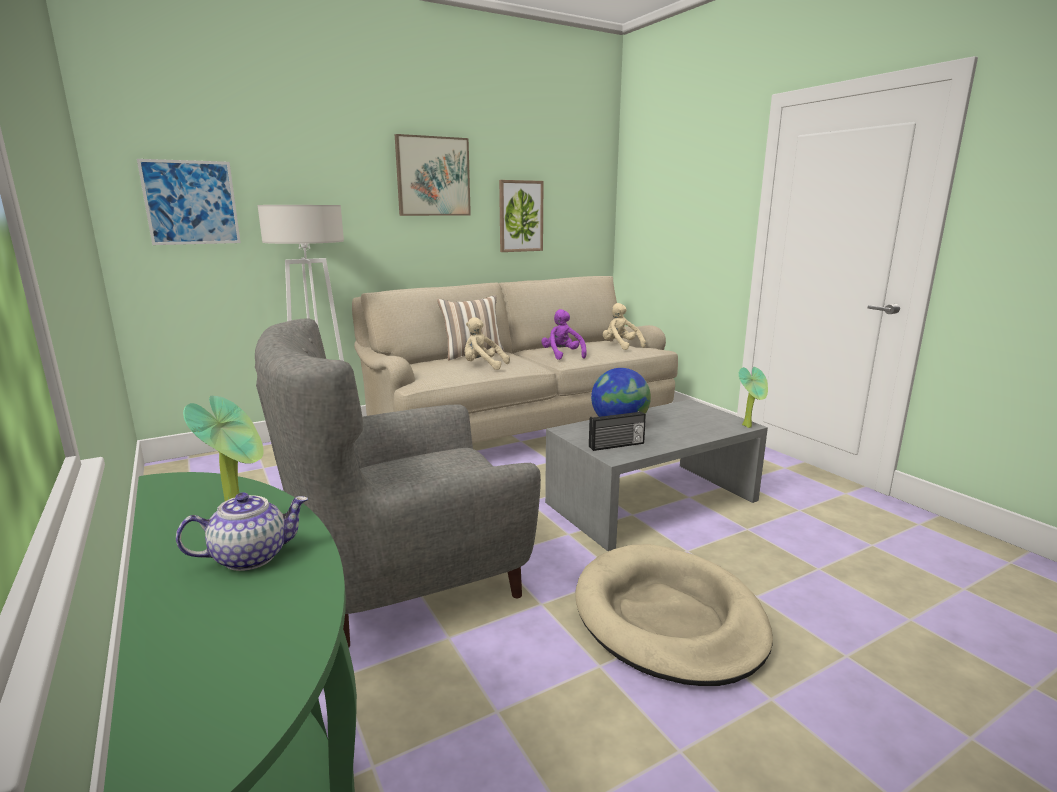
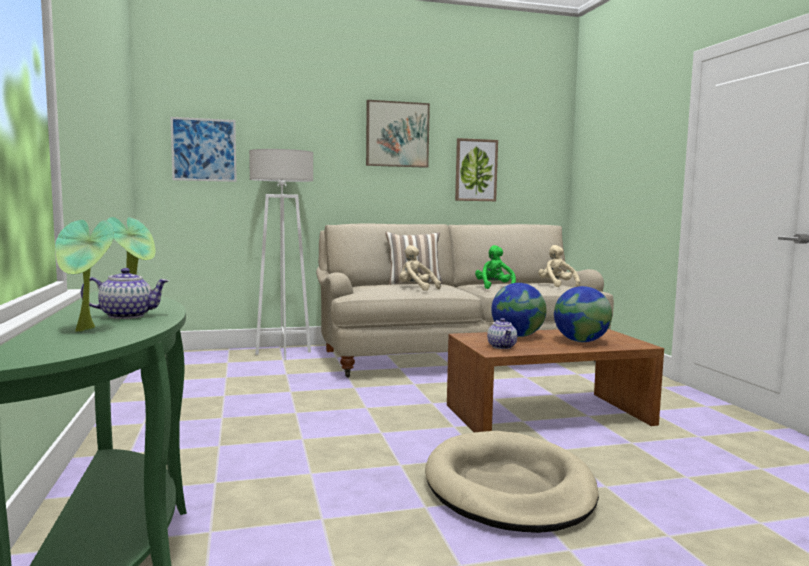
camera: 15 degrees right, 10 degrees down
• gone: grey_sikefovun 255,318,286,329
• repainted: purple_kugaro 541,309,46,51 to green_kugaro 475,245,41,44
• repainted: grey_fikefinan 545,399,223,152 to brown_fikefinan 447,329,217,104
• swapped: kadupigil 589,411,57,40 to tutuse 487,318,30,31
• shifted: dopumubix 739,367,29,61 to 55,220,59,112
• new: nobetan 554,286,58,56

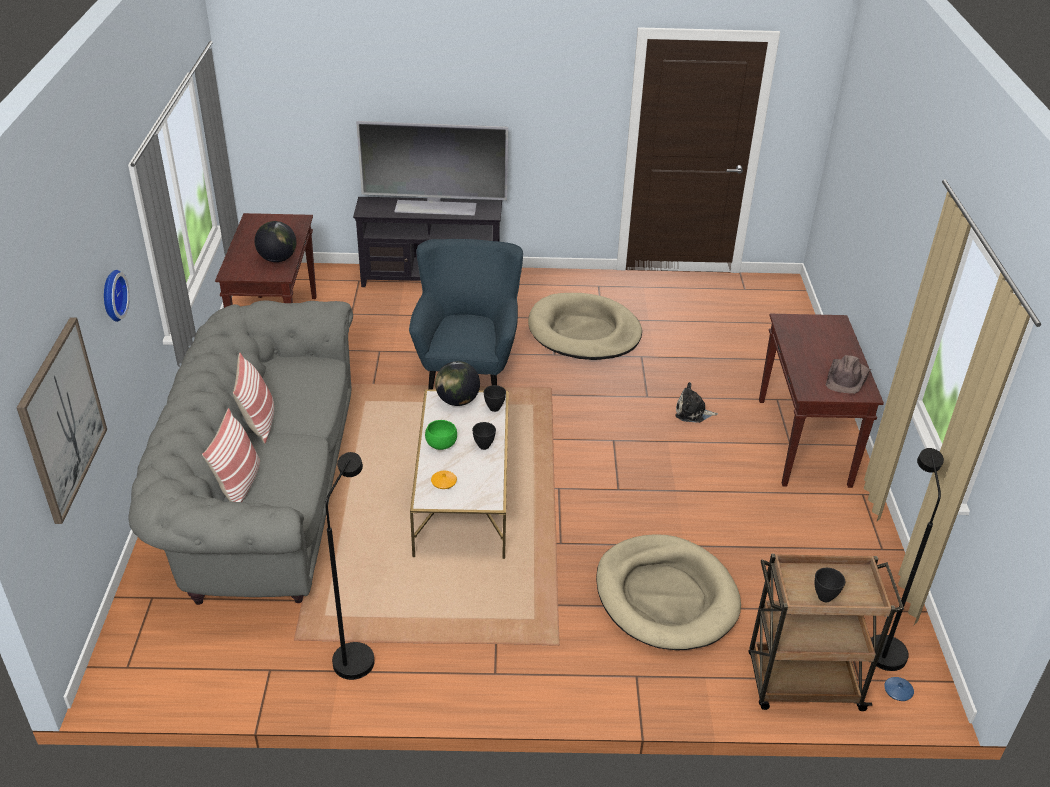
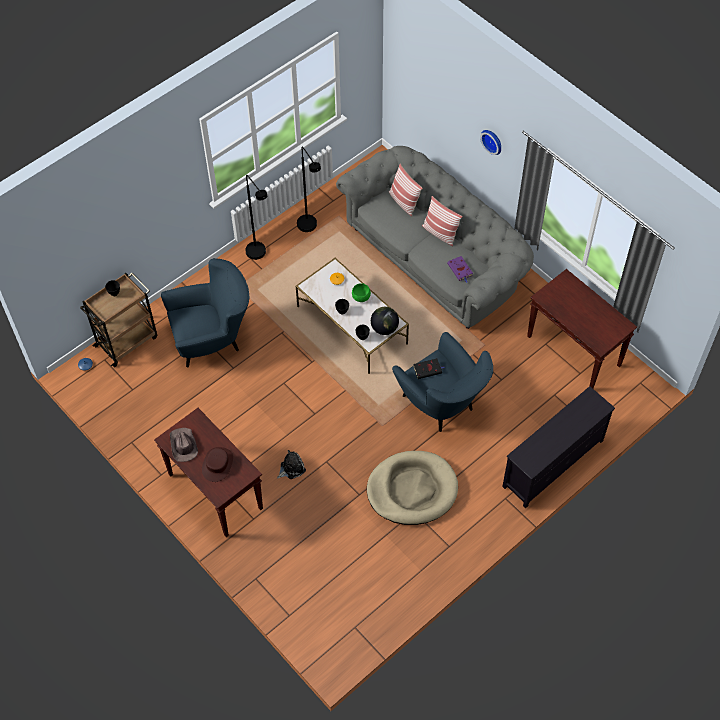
camera: 140 degrees right, 20 degrees up
• gone: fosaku 16,317,91,207
• gone: nobetan 255,221,41,41
• gone: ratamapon 356,121,152,95
• swapped: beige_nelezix 596,534,145,116 to blue_sikefovun 161,258,89,109
• shifted: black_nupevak 871,448,73,223 to 245,175,22,85
• new: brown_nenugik 202,447,31,35
• new: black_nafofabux 413,358,32,21
• new: purple_nafofabux 447,256,26,27

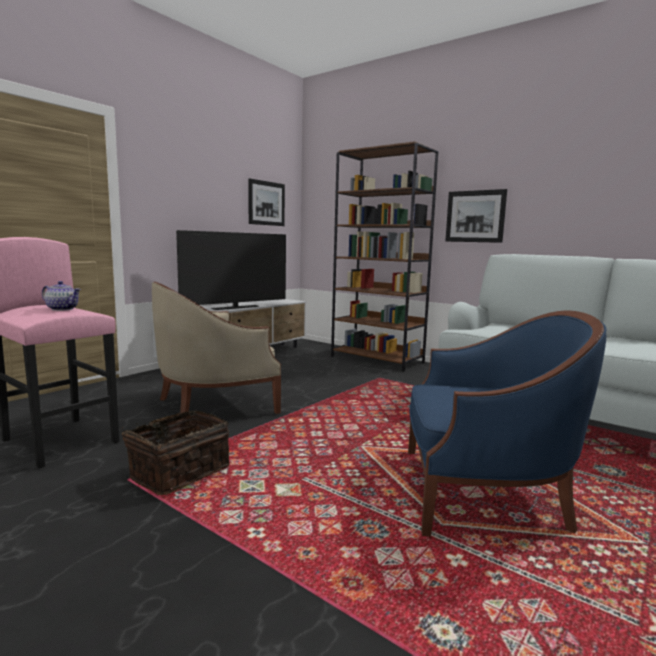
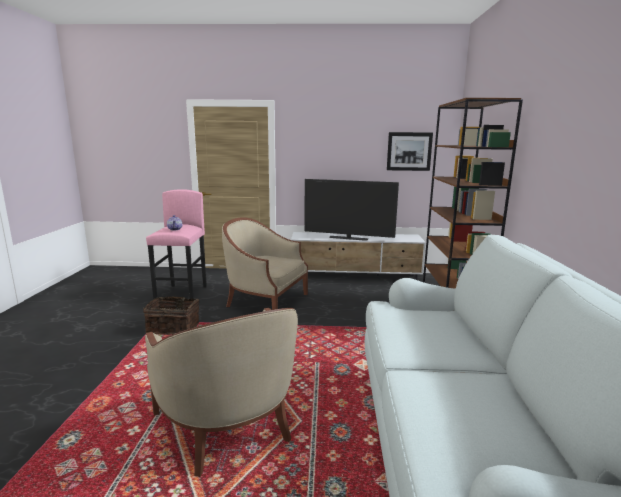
camera: 55 degrees right, 5 degrees up
• repainted: blue_sikefovun 408,311,199,226 to beige_sikefovun 145,307,153,170
• gone: fosaku 445,189,62,54

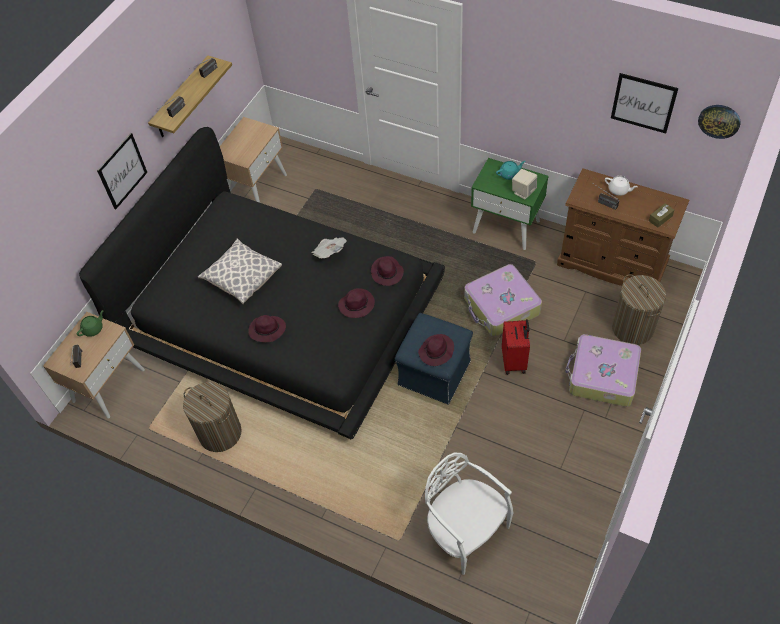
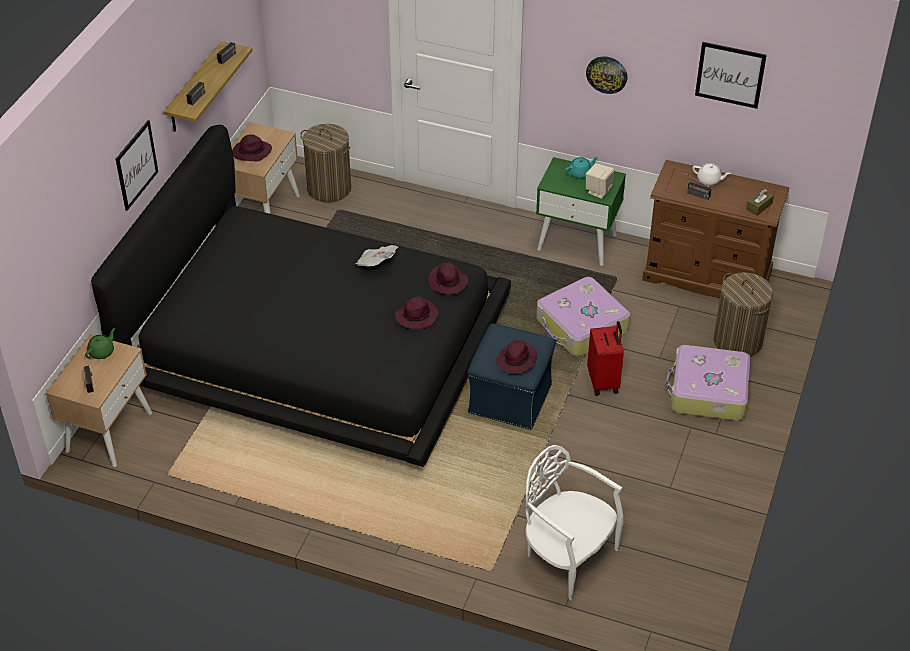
camera: 10 degrees left, 10 degrees down
• shifted: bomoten 183,382,59,70 to 300,124,51,79
• gone: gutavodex 198,239,84,65
• shifted: purple_nenugik 248,315,38,27 to 232,134,40,28
• shifted: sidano 698,105,43,34 to 586,56,41,38

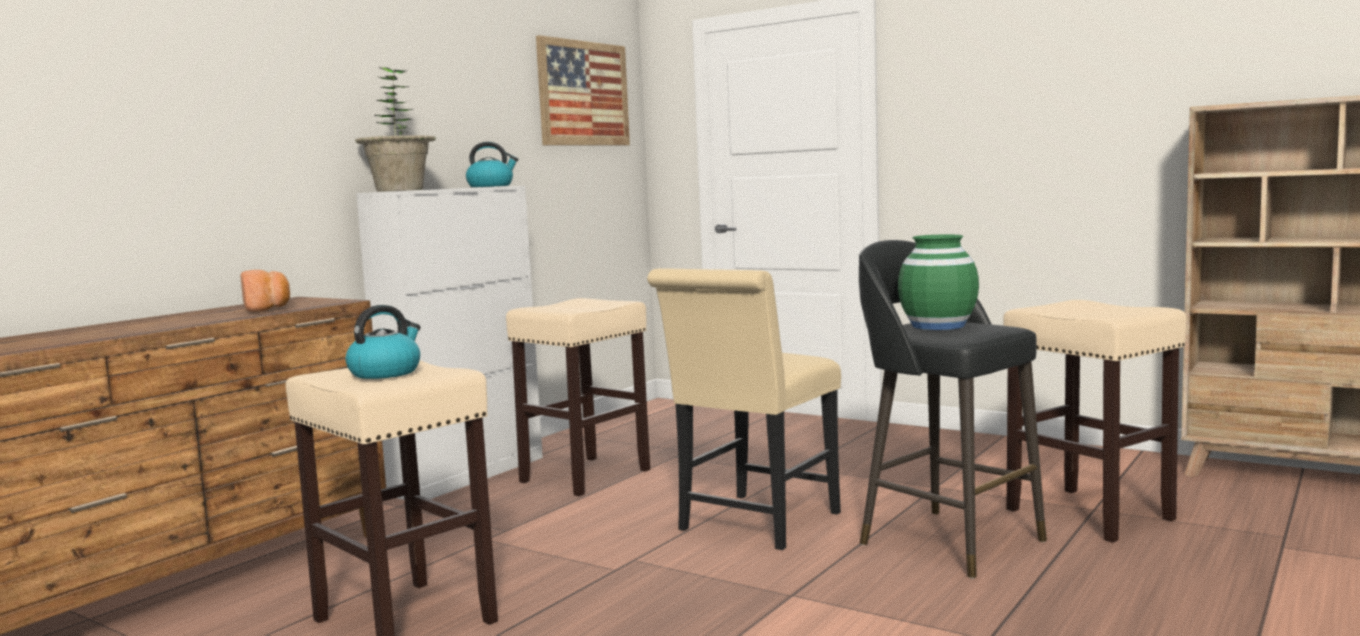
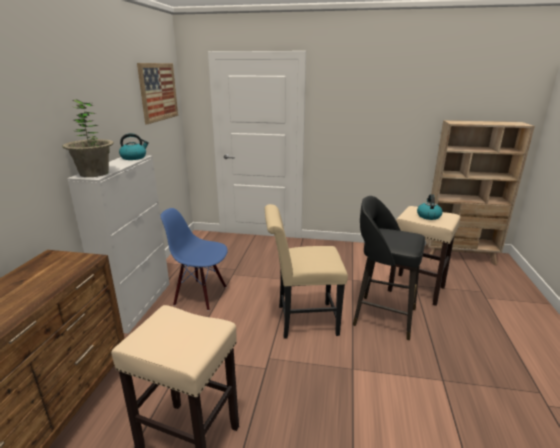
camera: 25 degrees left, 15 degrees up
• gone: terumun 241,270,49,42
• shifted: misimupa 346,305,75,74 to 417,194,26,26
• swapped: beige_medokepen 506,298,144,198 to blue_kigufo 160,208,68,103
• rotated: beige_kigufo 647,268,194,282 = 264,204,84,135 75 degrees clockwise
• gone: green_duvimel 898,234,81,96

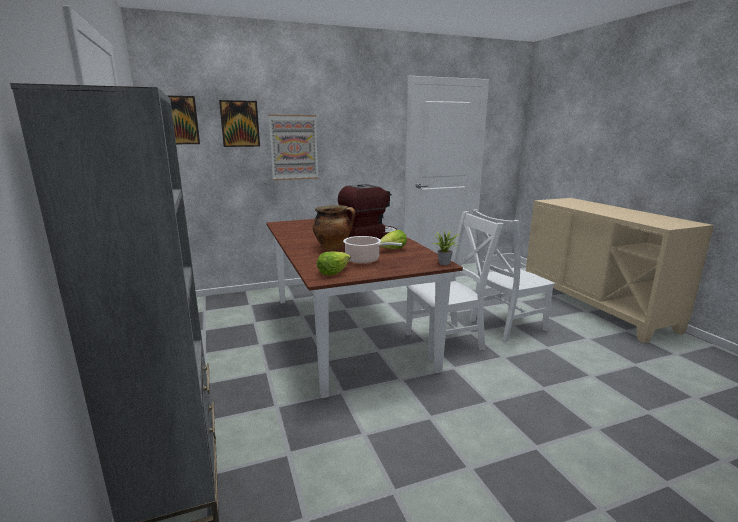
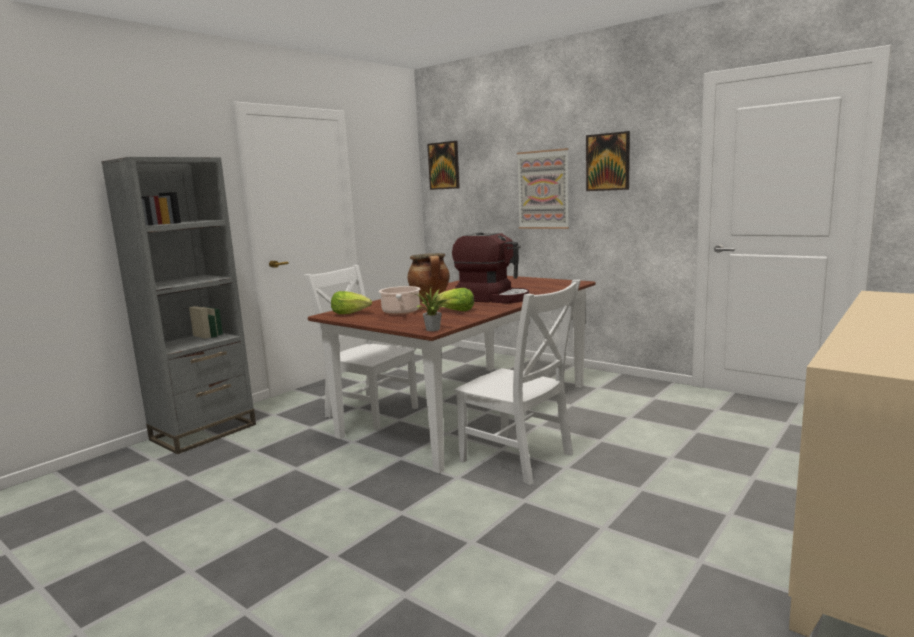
camera: 60 degrees right, 5 degrees down
• shifted: fosaku 219,100,41,47 to 586,131,44,60
• shifted: white_kigufo 470,210,85,132 to 304,265,114,165

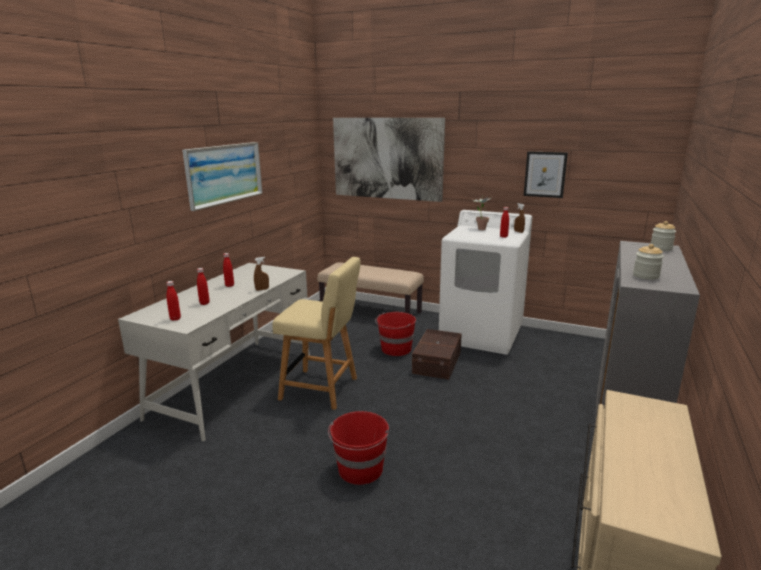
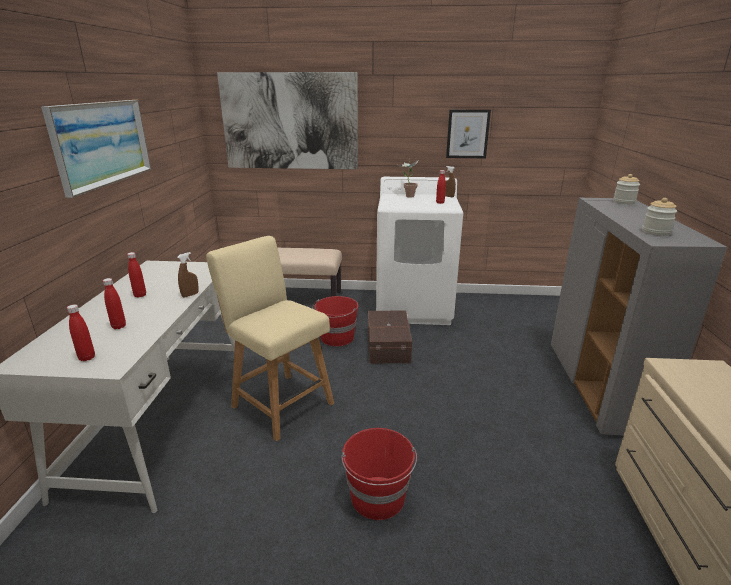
camera: 20 degrees left, 5 degrees up
• rotated: beige_kigufo 272,257,89,153 = 206,236,128,205 135 degrees counterclockwise

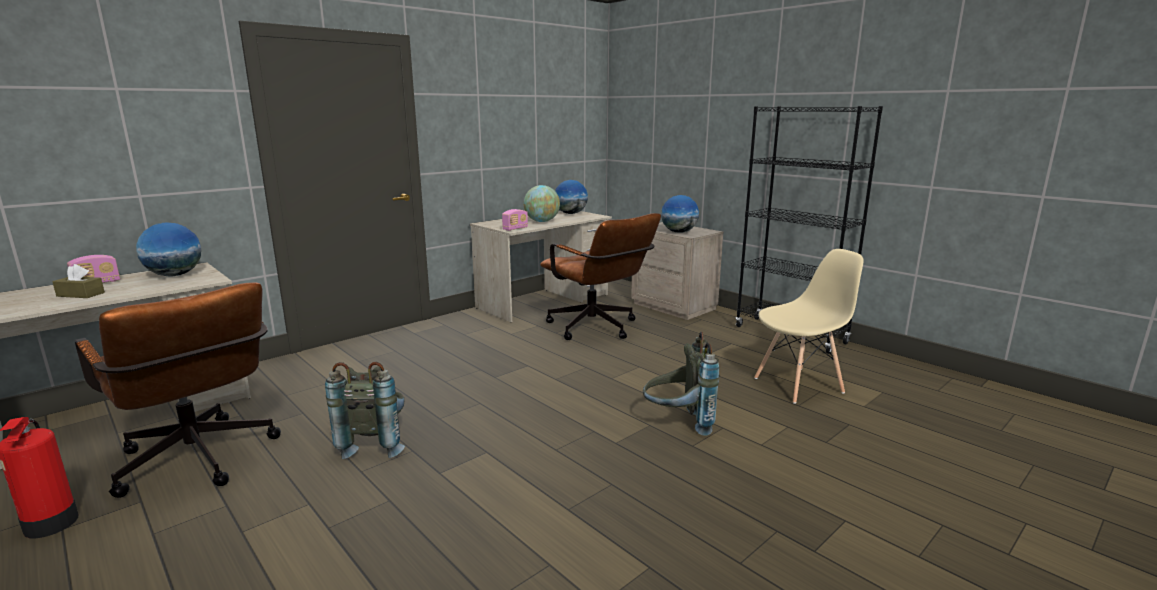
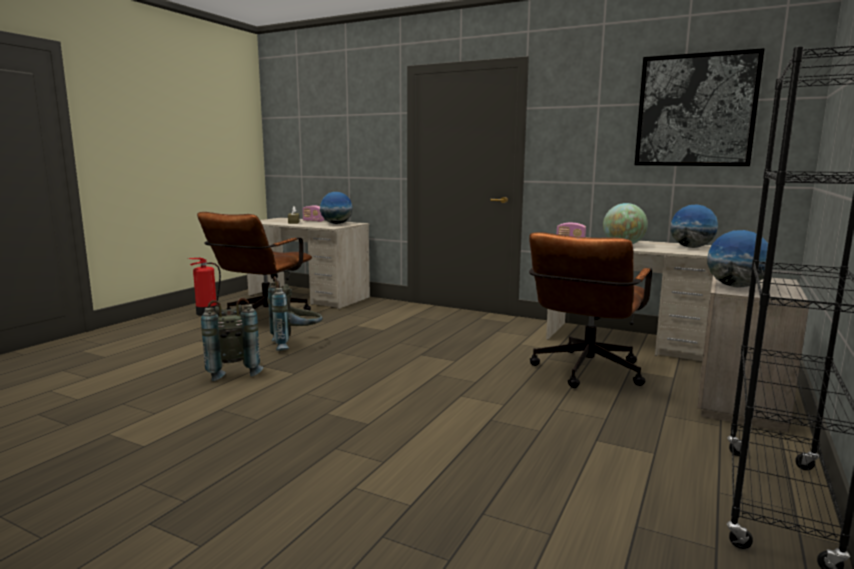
camera: 70 degrees right, 5 degrees down
• shifted: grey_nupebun 643,332,77,104 to 201,298,62,83
• gone: beige_kigufo 754,249,110,155
• new: fosaku 635,48,130,118

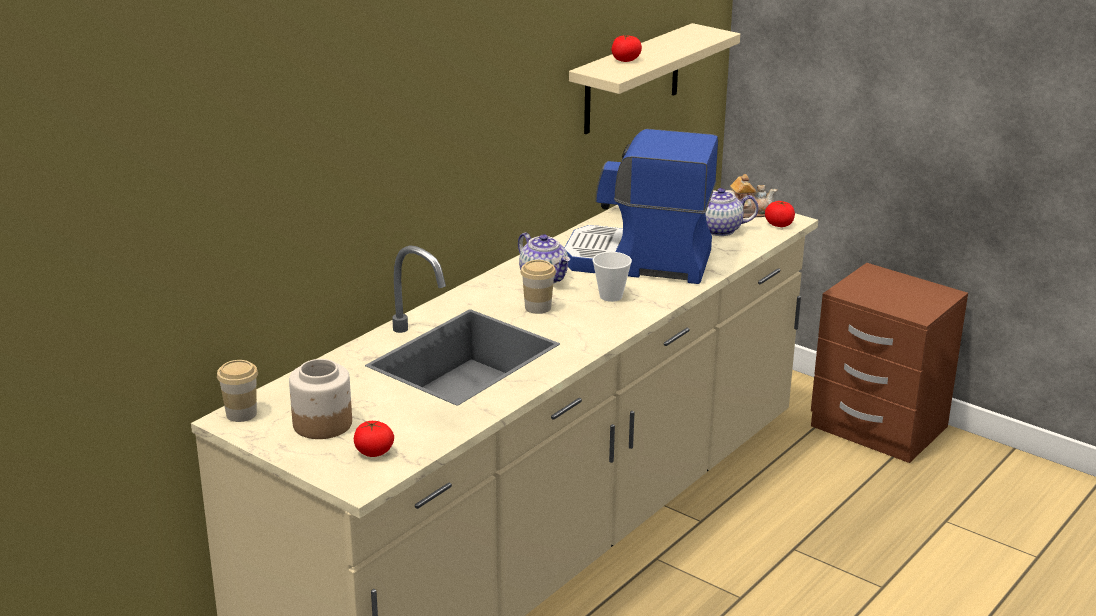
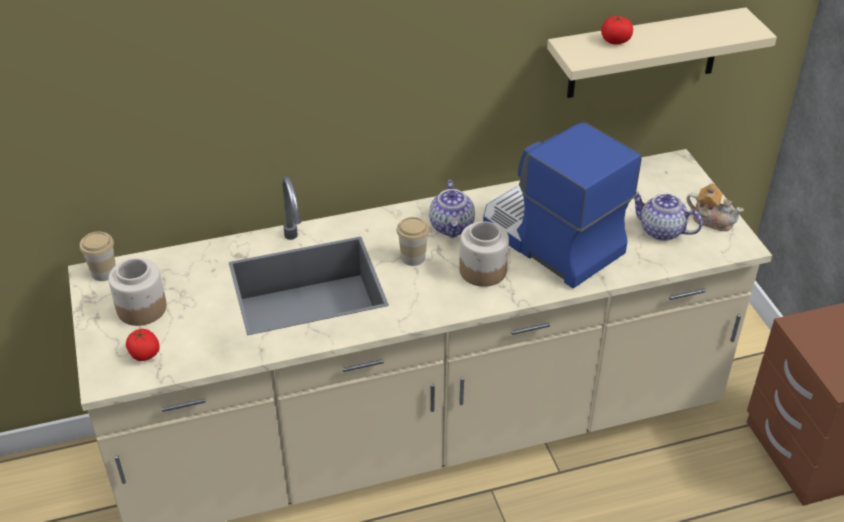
camera: 35 degrees right, 15 degrees up
• swapped: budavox 593,252,39,50 to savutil 459,221,50,66
• gone: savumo 765,201,30,26

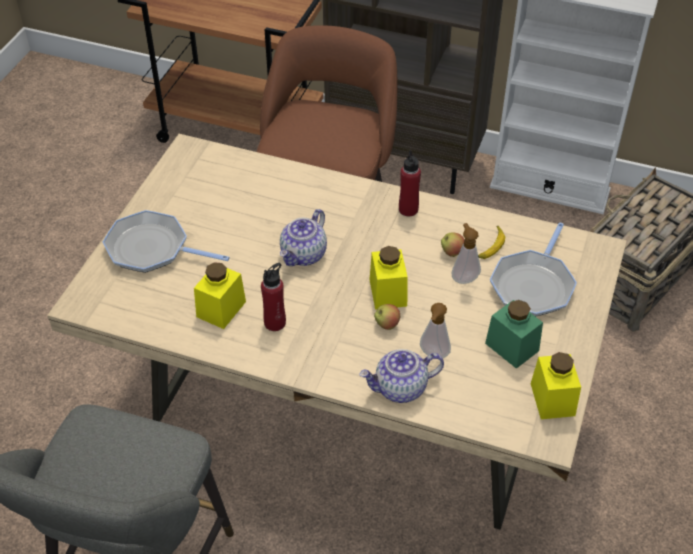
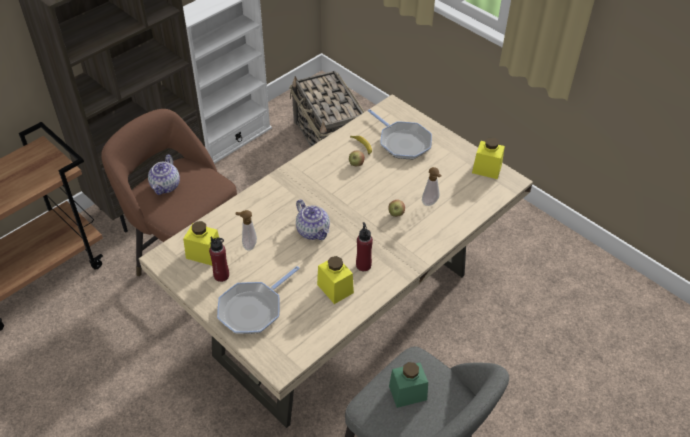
camera: 65 degrees left, 0 degrees up
• shifted: tutuse 359,349,85,54 to 148,155,32,40
• shifted: yellow_savutil 369,246,39,64 to 183,221,36,45
• shifted: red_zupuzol 399,150,22,66 to 209,237,20,45
• shifted: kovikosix 452,223,29,61 to 235,210,22,41
• shifted: green_savutil 485,300,58,69 to 389,362,39,46

